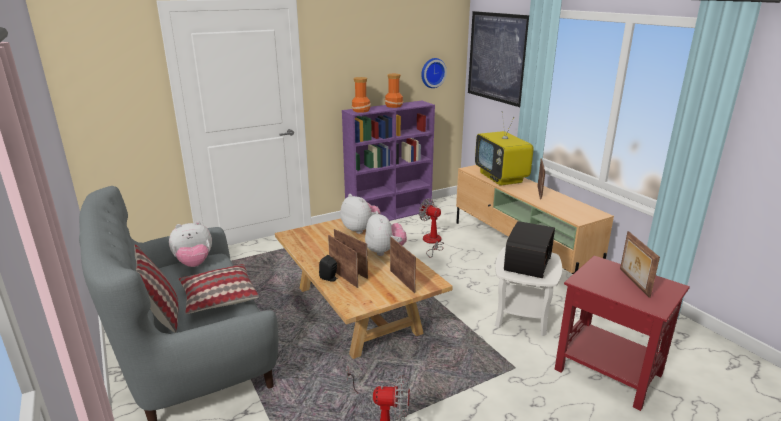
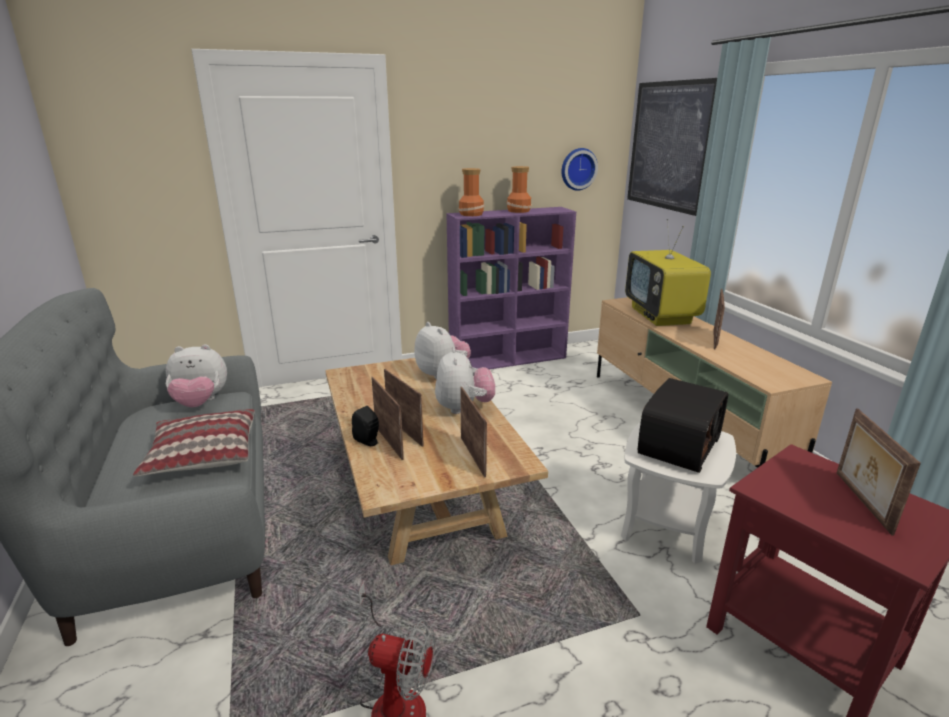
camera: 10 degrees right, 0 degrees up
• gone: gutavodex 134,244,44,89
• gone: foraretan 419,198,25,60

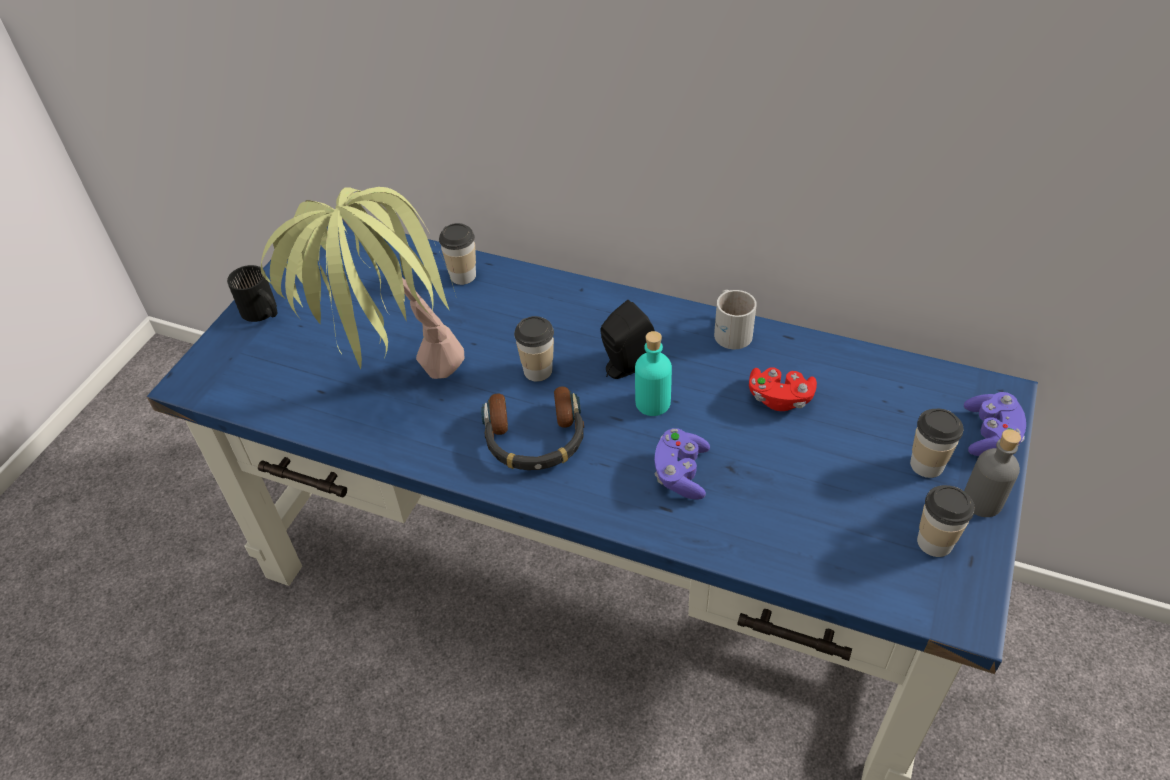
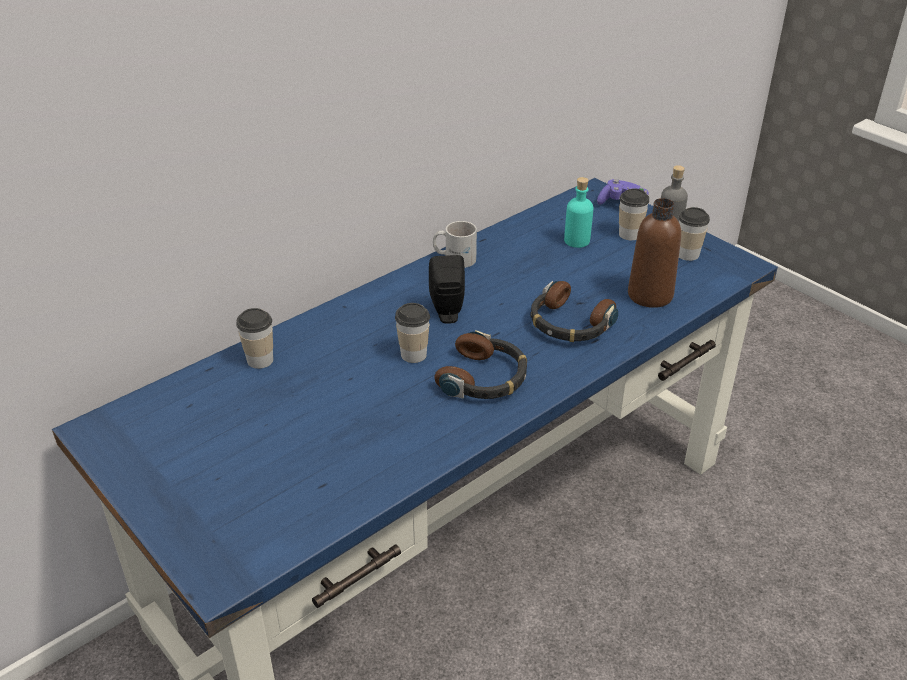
camera: 65 degrees left, 10 degrees down
• gone: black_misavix 227,265,51,57
• gone: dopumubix 261,187,203,192
• shifted: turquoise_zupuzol 635,331,37,85 to 564,177,29,71
• swapped: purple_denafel 654,428,56,72 to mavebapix 530,281,88,61
• gone: red_denafel 749,367,68,44
• new: brown_zupuzol 628,198,53,110

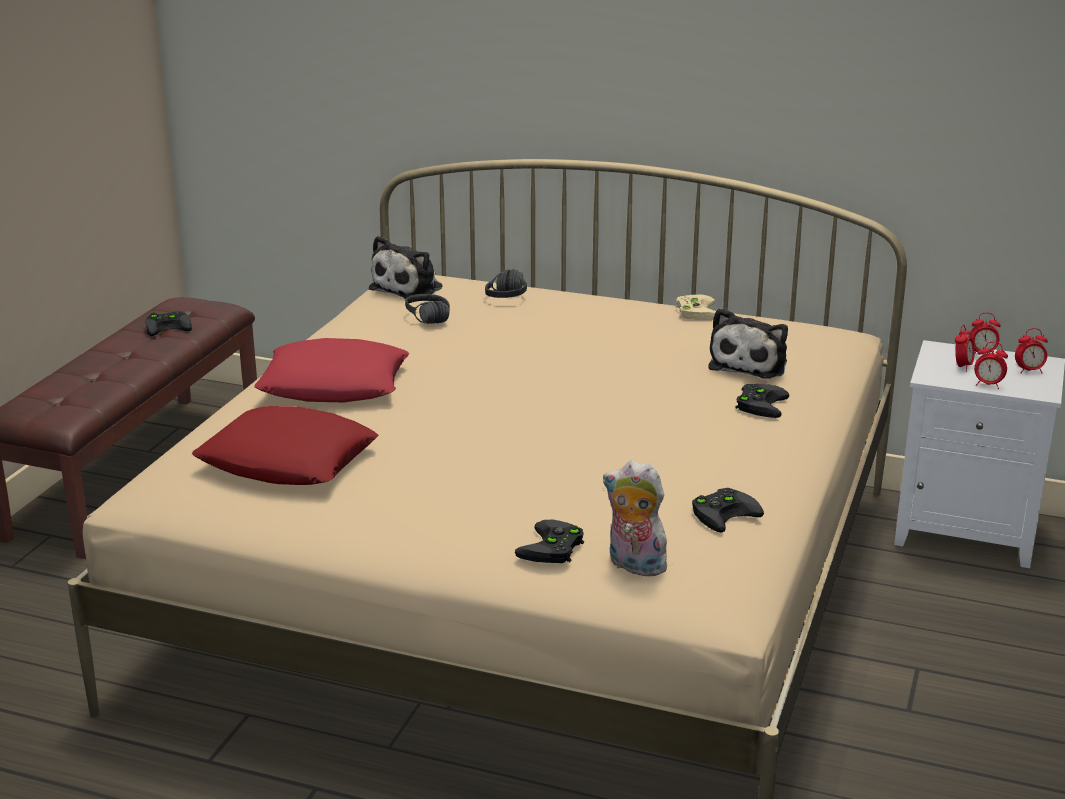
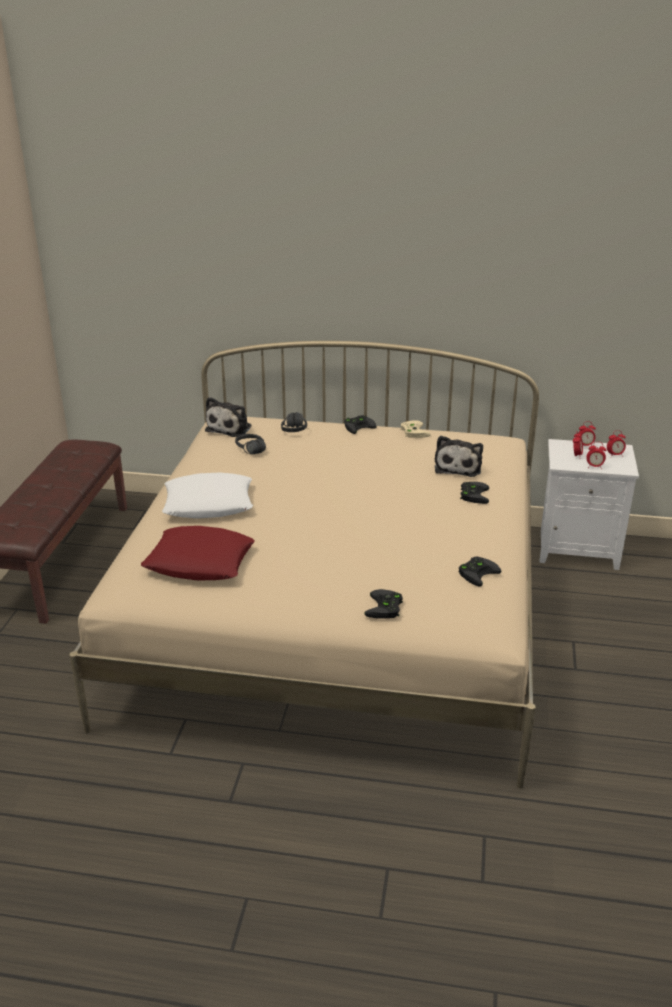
camera: 10 degrees left, 5 degrees up
• shifted: black_denafel 145,311,47,25 to 344,415,32,19
• repainted: red_gutavodex 254,338,155,64 to white_gutavodex 162,473,91,45
• gone: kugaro 603,460,69,118

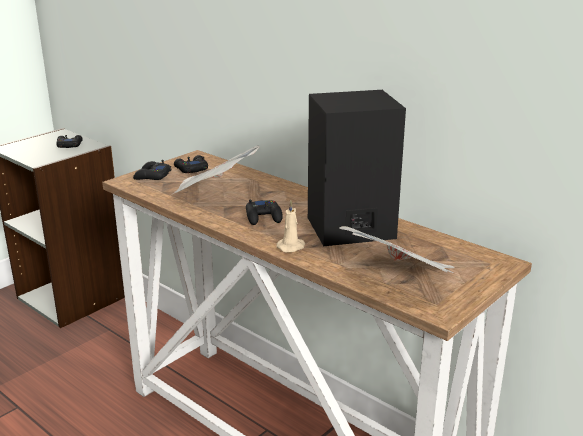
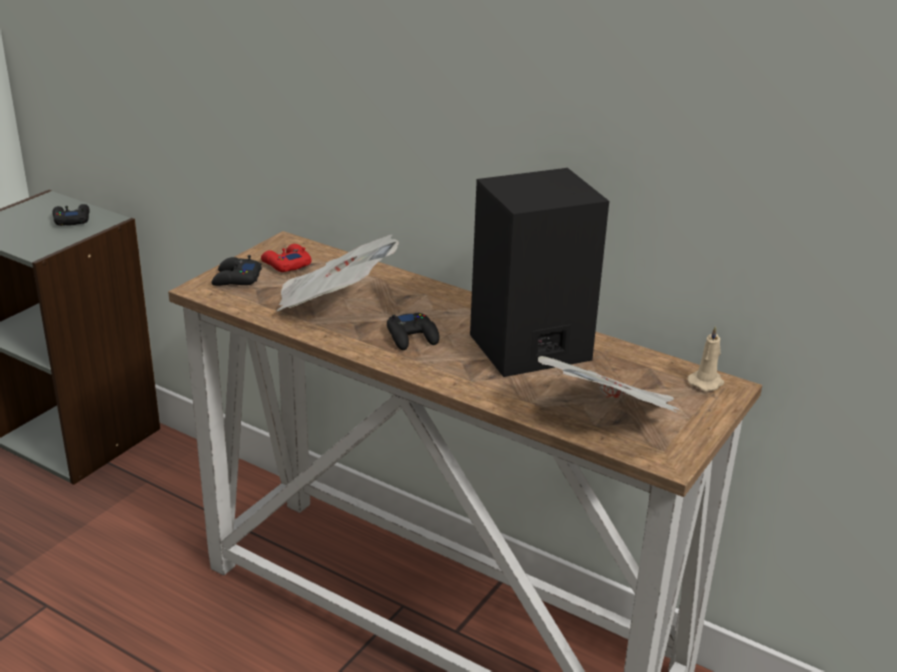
camera: 10 degrees left, 5 degrees up
• repainted: black_denafel 174,155,34,18 to red_denafel 261,244,50,28
• shifted: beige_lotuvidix 276,201,30,52 to 687,326,37,65

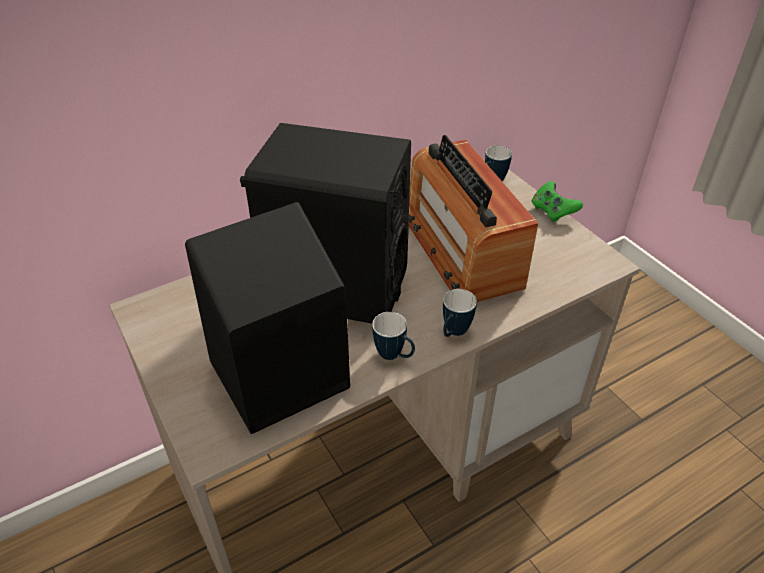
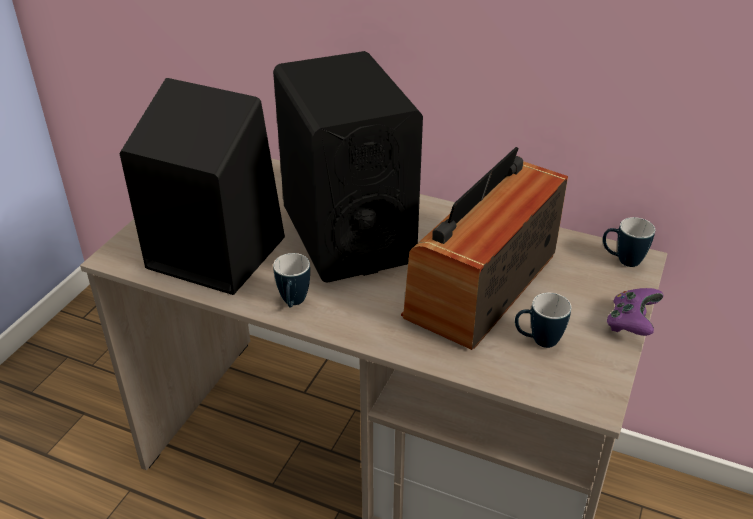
camera: 55 degrees right, 5 degrees down
• shifted: misavix 443,289,34,48 to 515,293,56,55
• repainted: green_denafel 532,181,51,41 to purple_denafel 607,288,57,48

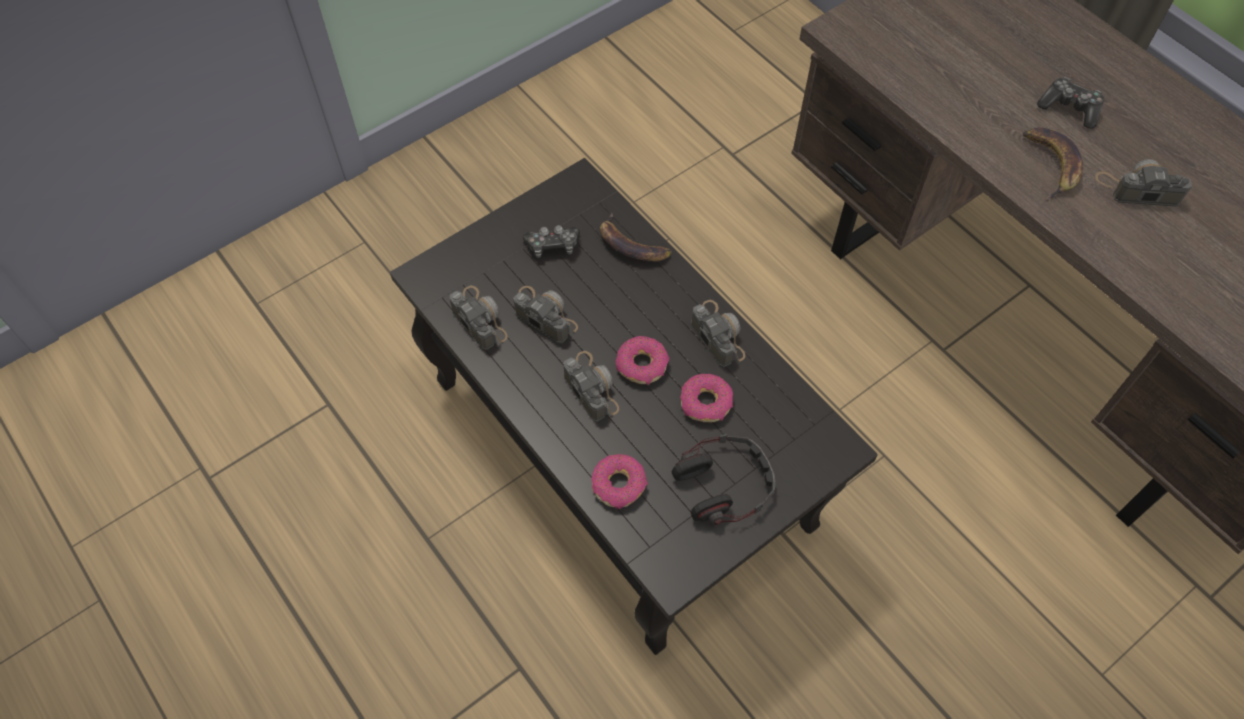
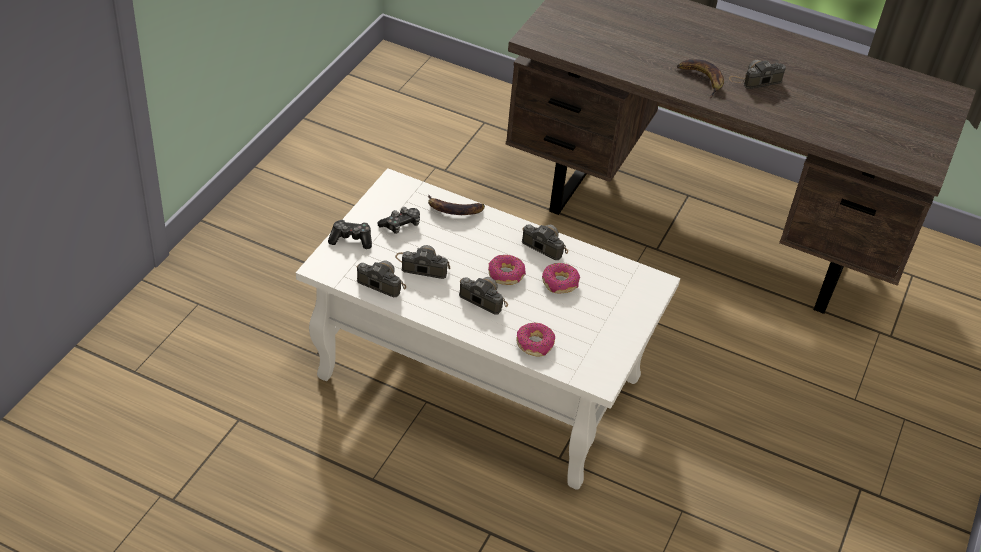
camera: 30 degrees left, 15 degrees down
• repainted: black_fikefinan 390,158,488,497 to white_fikefinan 296,168,384,321
• gone: mavebapix 671,434,105,91
• shifted: denafel 1037,77,67,52 to 328,220,44,29

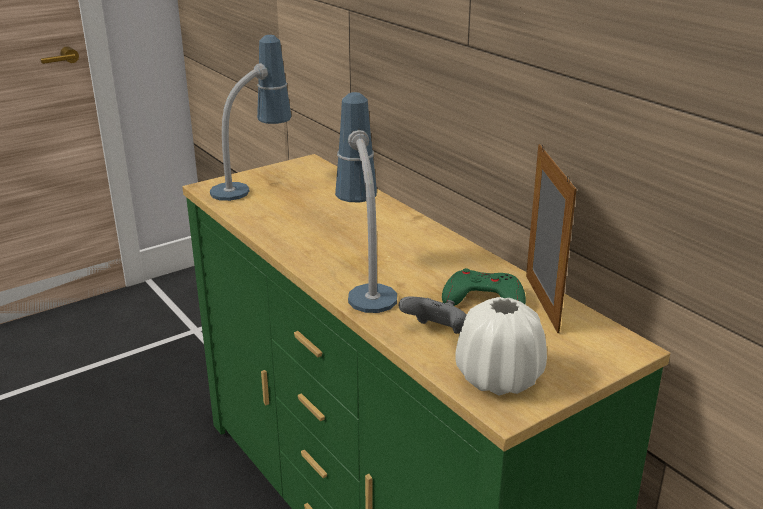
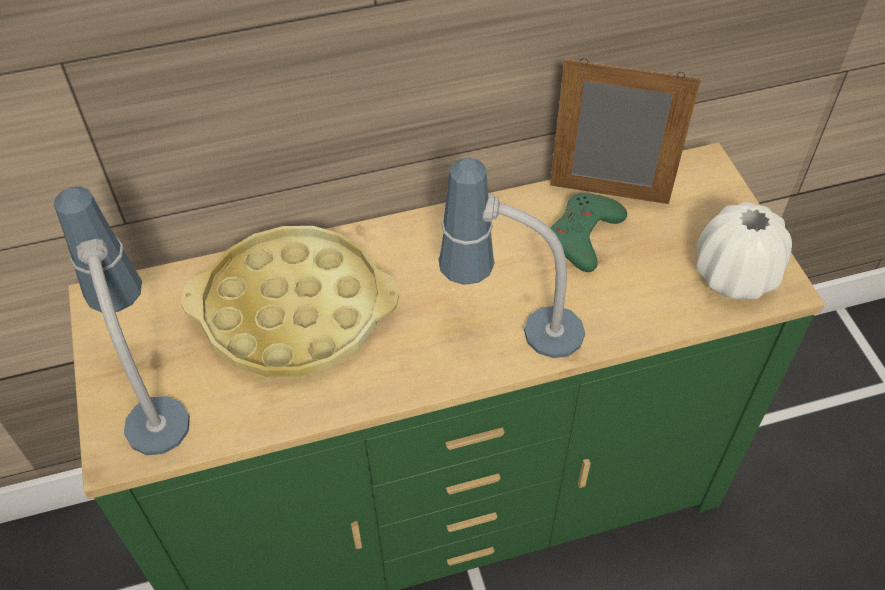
camera: 70 degrees left, 25 degrees up
• gone: grey_denafel 399,296,68,38
• new: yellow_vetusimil 181,226,218,151

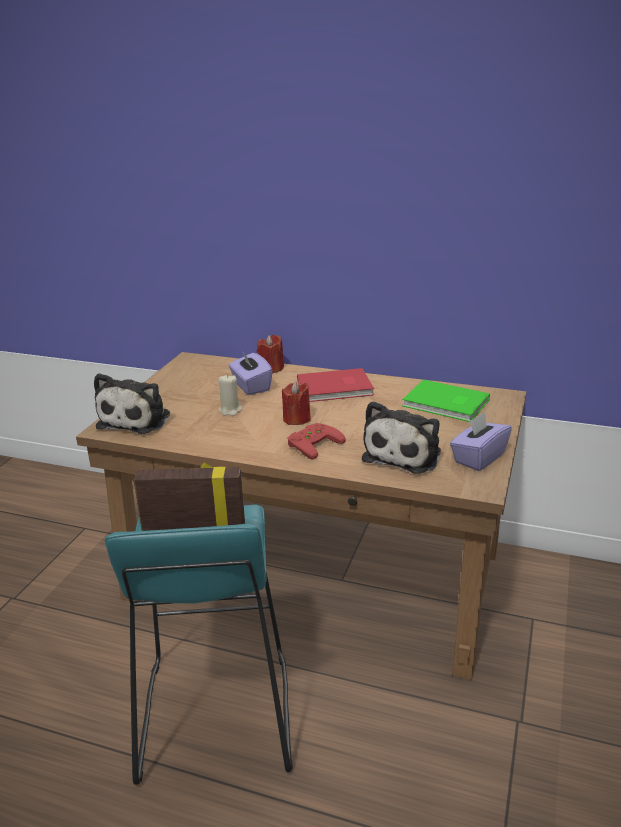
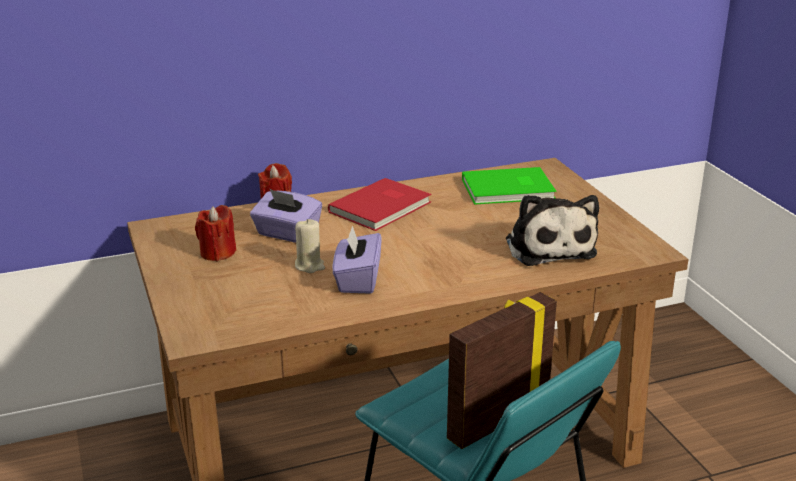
camera: 40 degrees left, 0 degrees up
• gone: kugaro 94,373,76,61
• shifted: red_lotuvidix 282,382,29,43 to 195,205,41,56
• gone: red_denafel 287,423,59,37
• shifted: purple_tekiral 450,412,62,59 to 333,226,49,68

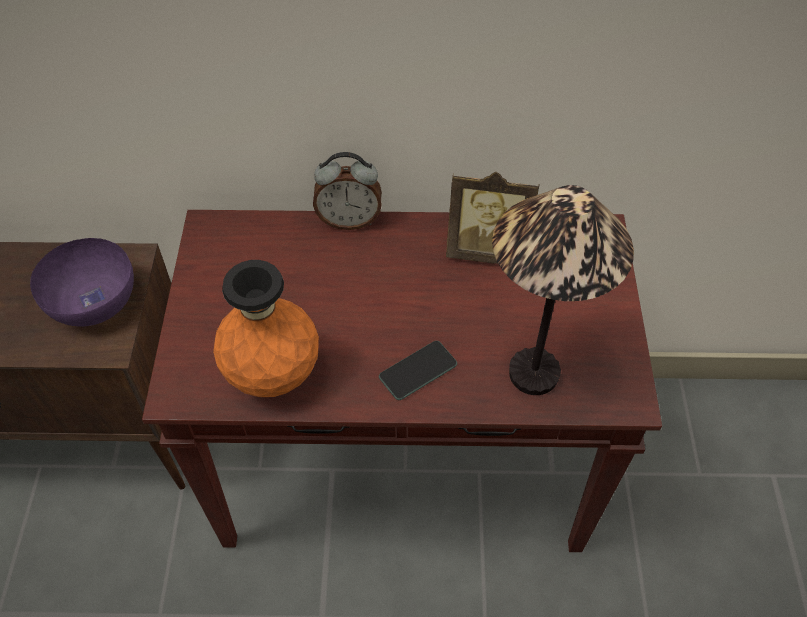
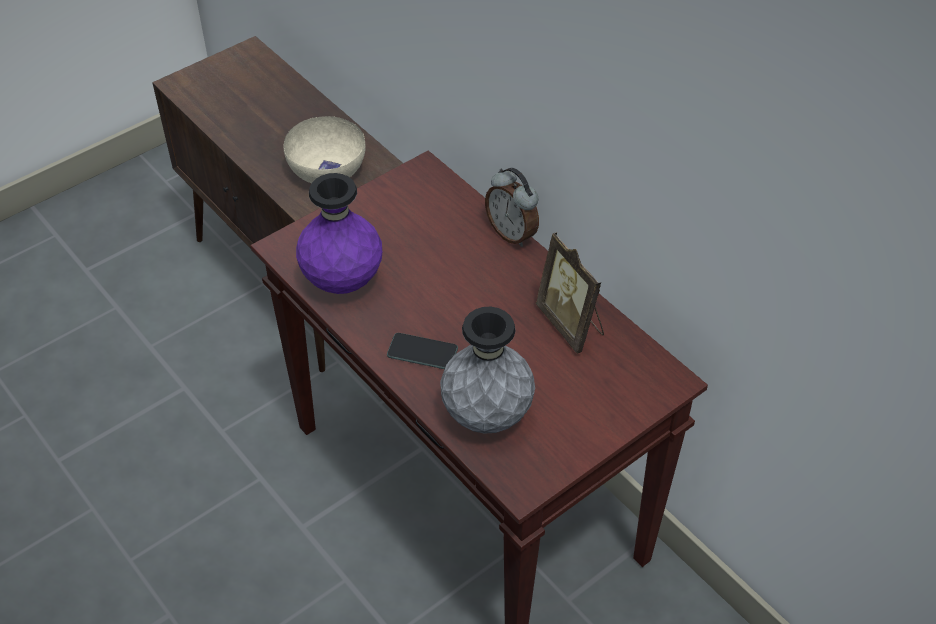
camera: 50 degrees right, 5 degrees down
• repainted: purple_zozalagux 30,238,104,89 to beige_zozalagux 283,116,83,67
• repainted: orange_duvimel 213,260,106,137 to purple_duvimel 296,173,86,121
• swapped: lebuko 492,185,142,210 to grey_duvimel 440,307,95,127

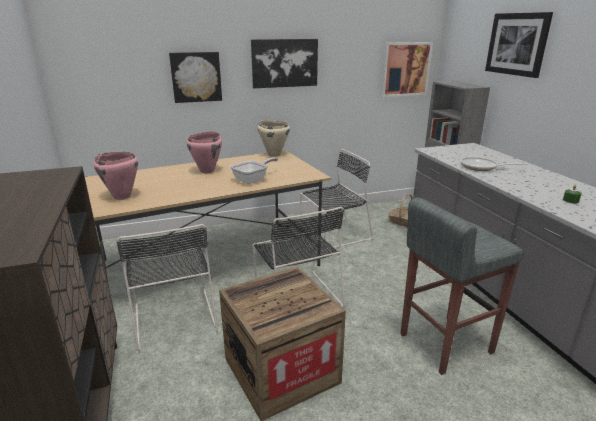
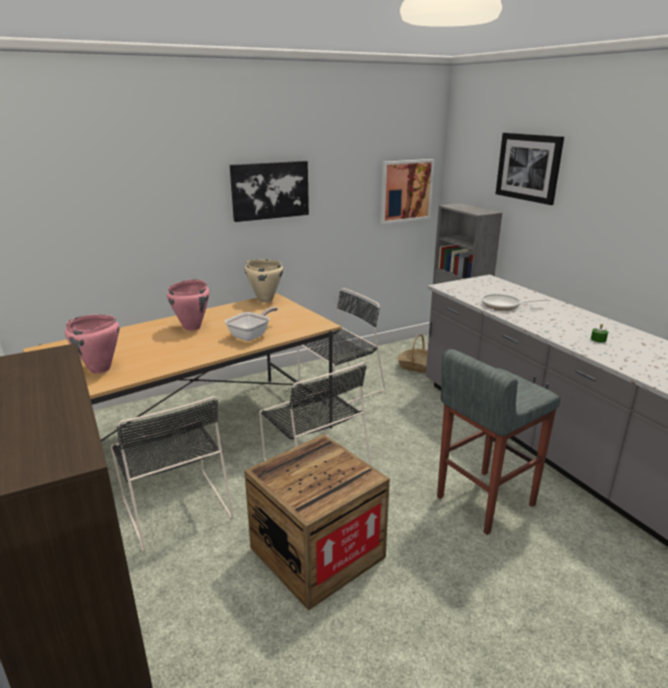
camera: 10 degrees left, 0 degrees up
• gone: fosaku 169,52,53,51

